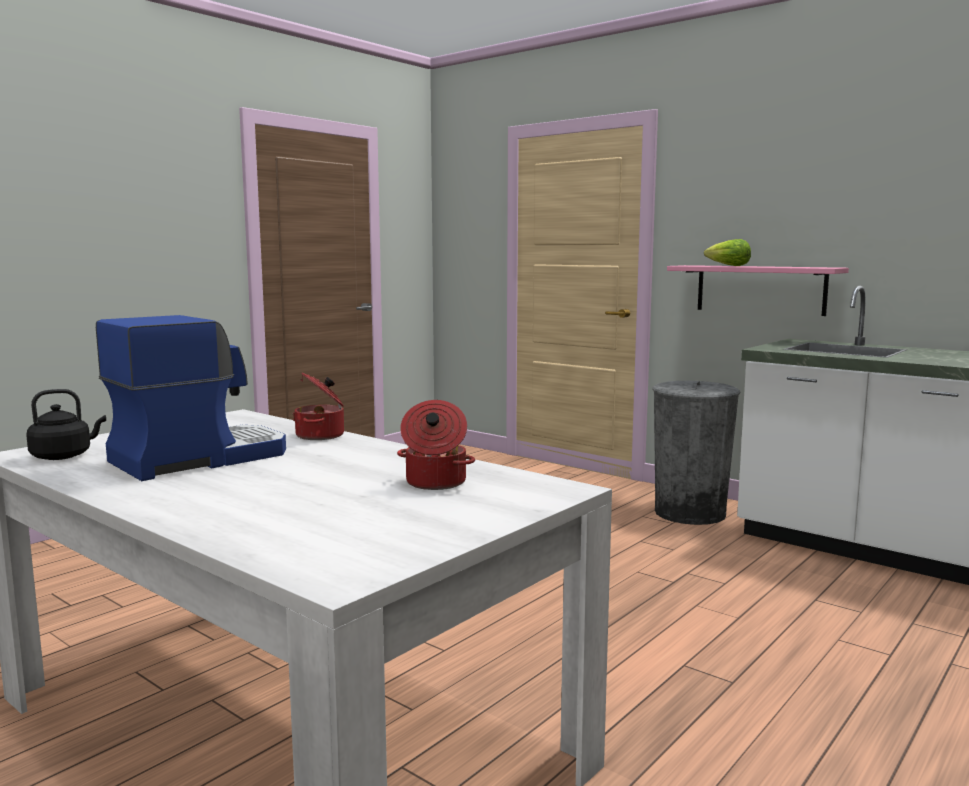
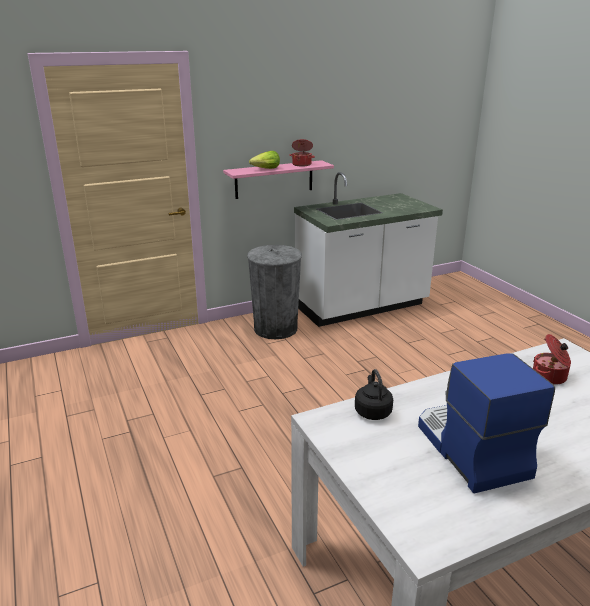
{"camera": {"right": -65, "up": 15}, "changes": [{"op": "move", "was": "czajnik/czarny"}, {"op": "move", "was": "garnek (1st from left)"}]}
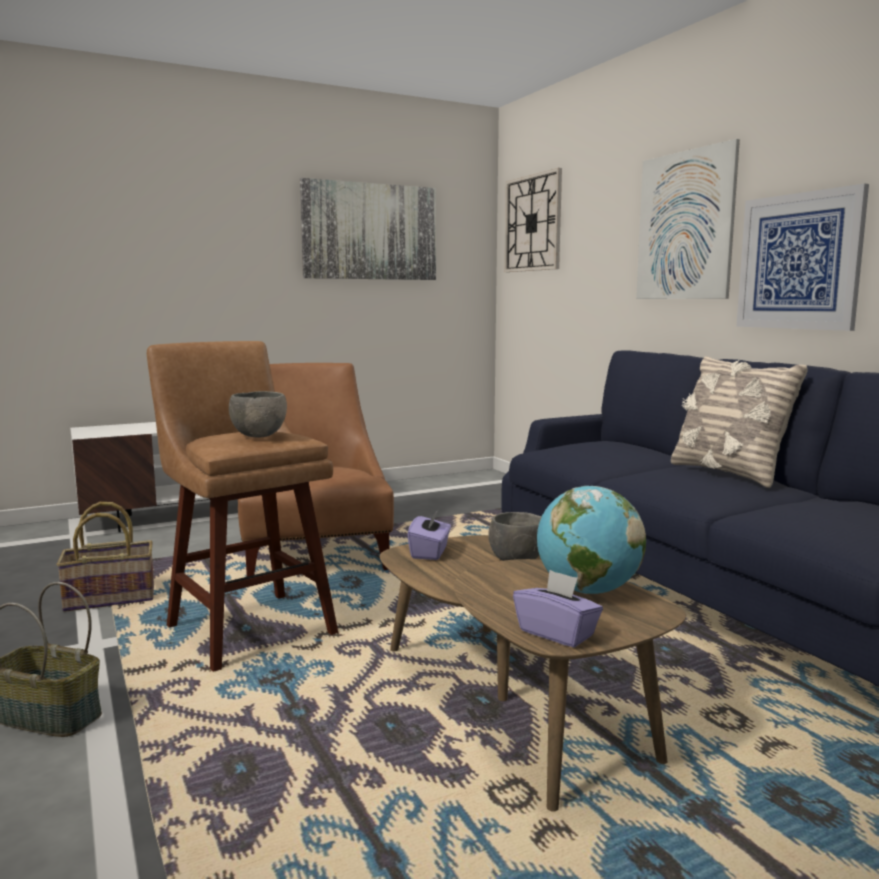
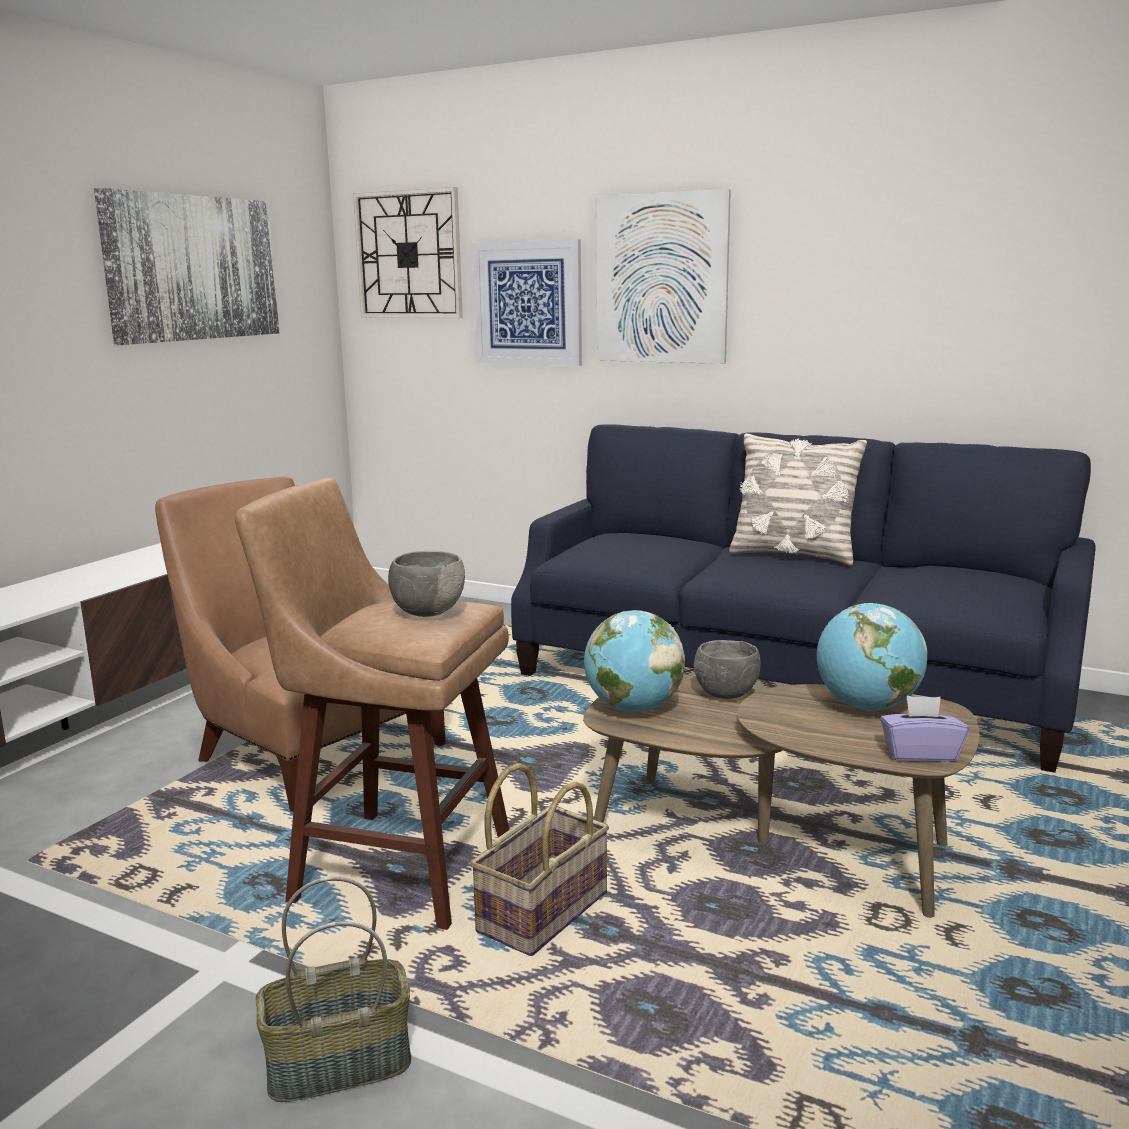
{"camera": {"right": -35, "up": 5}, "changes": [{"op": "move", "was": "koszyk (2nd from left)"}, {"op": "replace", "was": "pudełko chusteczek/fioletowy (1st from left)", "now": "globus (1st from left)"}, {"op": "move", "was": "obraz (3rd from left in the first image)", "now": "obraz (2nd from left)"}]}
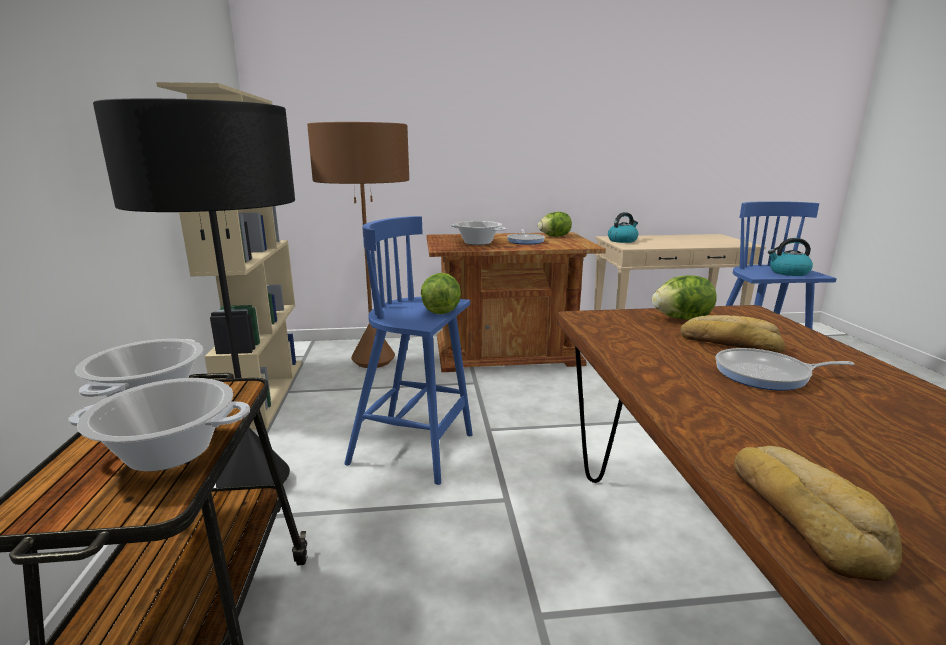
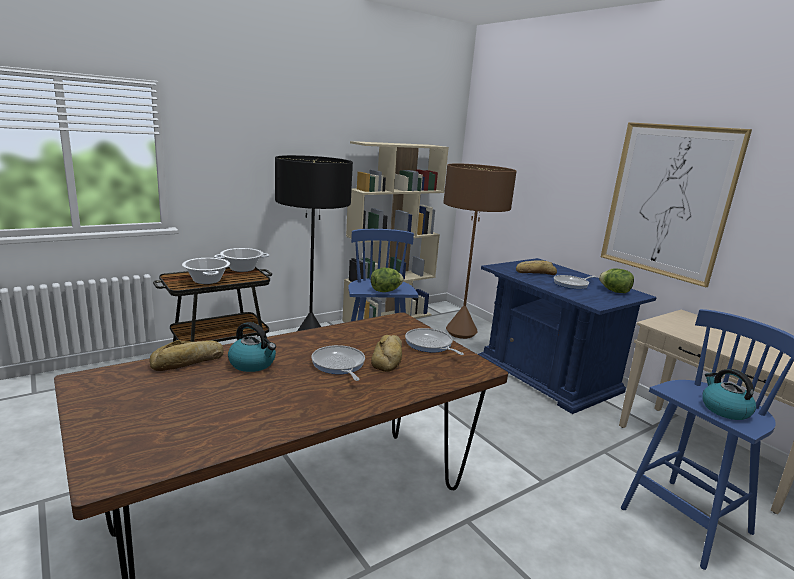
{"camera": {"right": 60, "up": 0}, "changes": [{"op": "recolor", "was": "szafka/brązowy", "now": "szafka/niebieski"}, {"op": "replace", "was": "garnek (3rd from left)", "now": "chleb (3rd from left)"}, {"op": "move", "was": "czajnik (1st from left)"}, {"op": "replace", "was": "sałata (3rd from left)", "now": "patelnia (2nd from left)"}, {"op": "insert", "now": "obraz"}]}
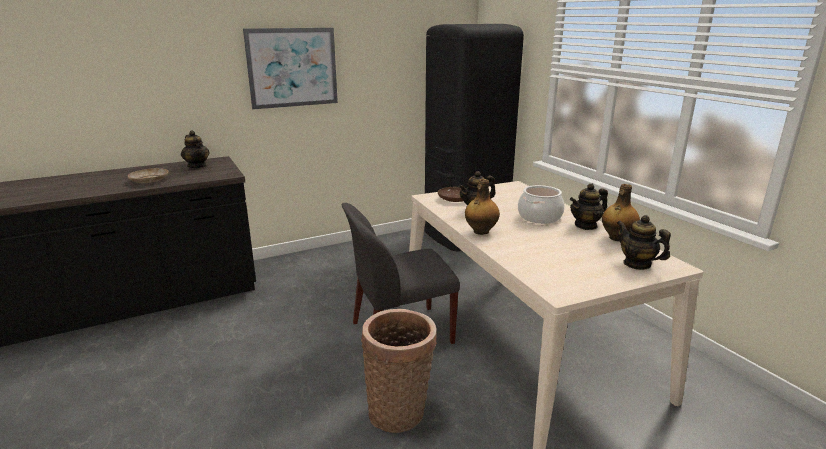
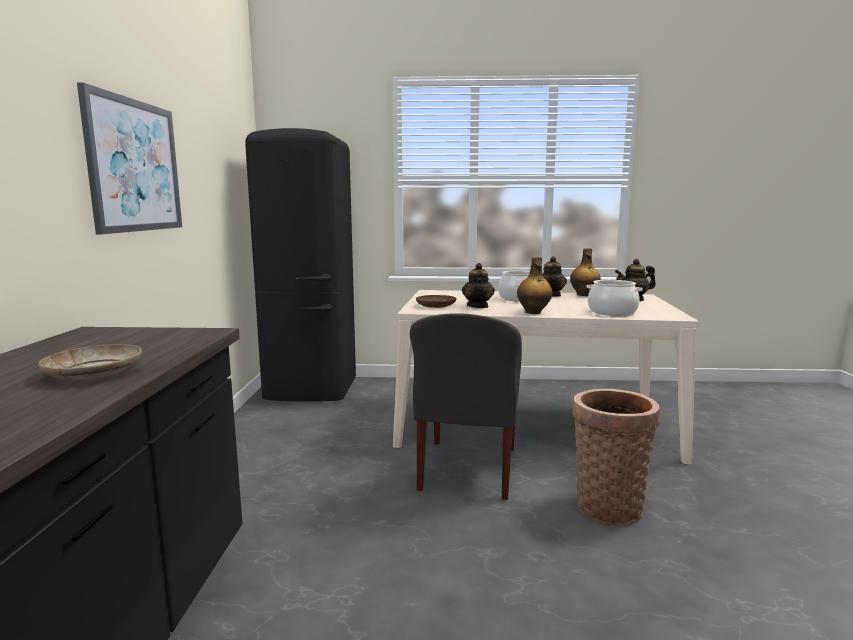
{"camera": {"right": -60, "up": -10}, "changes": [{"op": "delete", "was": "imbryk (1st from left)"}, {"op": "insert", "now": "garnek (2nd from left)"}]}
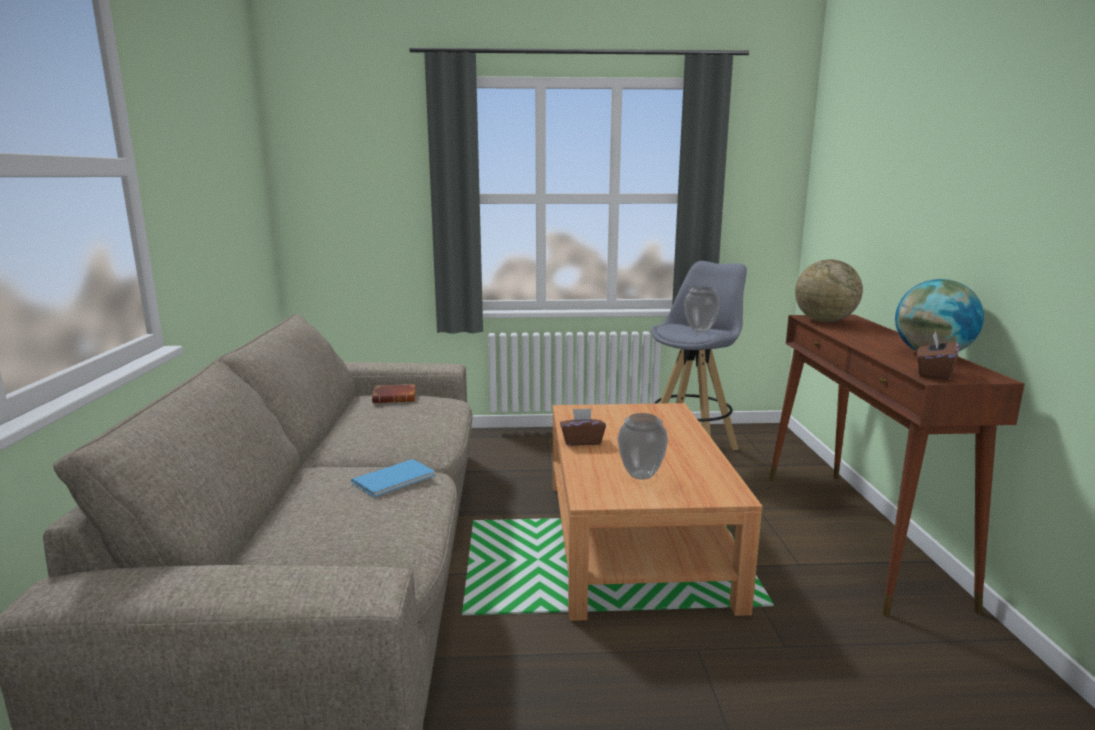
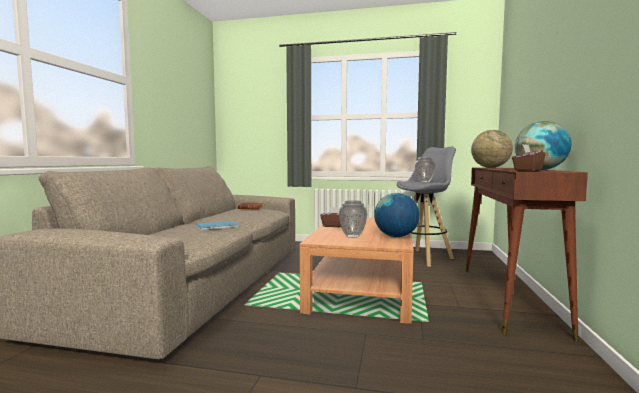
{"camera": {"right": 15, "up": -10}, "changes": [{"op": "insert", "now": "globus (1st from left)"}]}
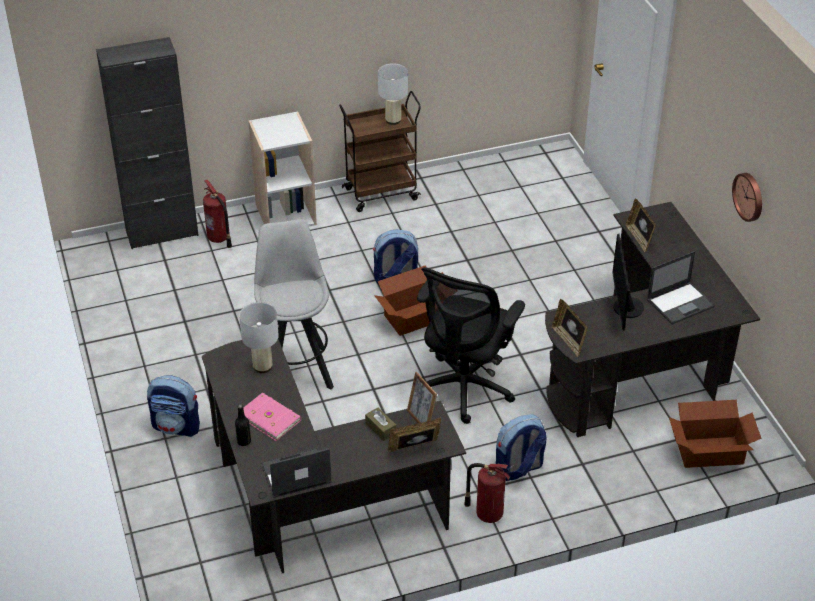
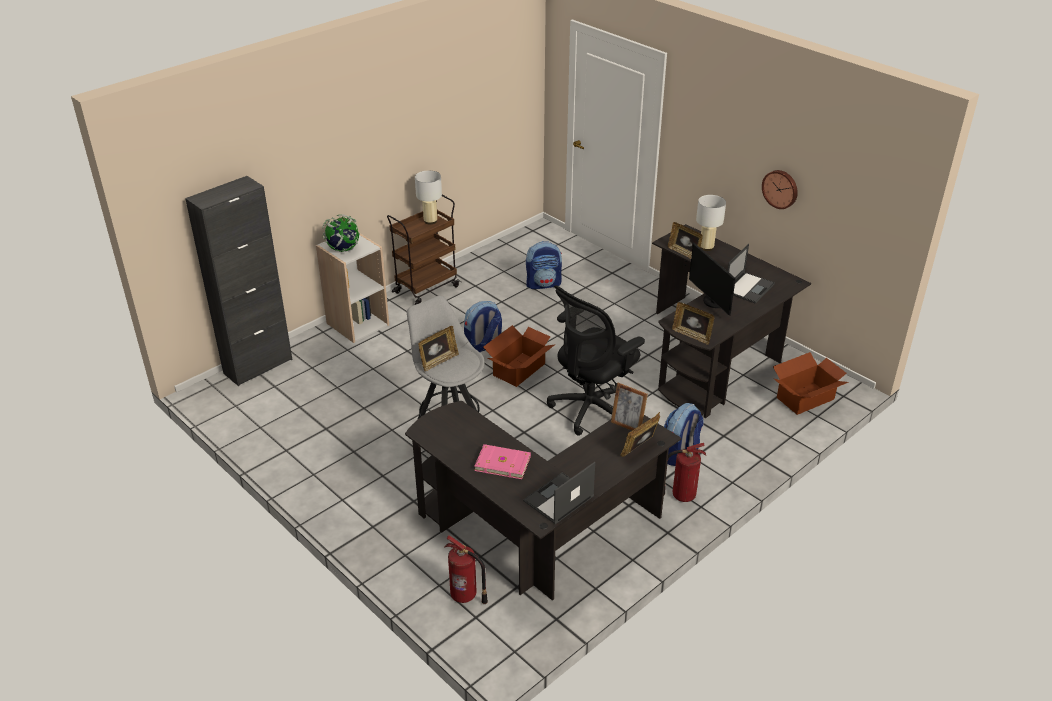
{"camera": {"right": -25, "up": -5}, "changes": [{"op": "move", "was": "plecak (1st from left in the first image)", "now": "plecak (2nd from left)"}, {"op": "move", "was": "gaśnica (1st from left)"}, {"op": "delete", "was": "butelka/czarny"}, {"op": "move", "was": "lampa stołowa/biały (1st from left in the first image)", "now": "lampa stołowa/biały (2nd from left)"}, {"op": "delete", "was": "pudełko chusteczek/brązowy"}, {"op": "rotate", "was": "krzesło biurowe/czarny", "clockwise": 45}, {"op": "insert", "now": "globus"}, {"op": "insert", "now": "ramka na zdjęcie (1st from left)"}]}
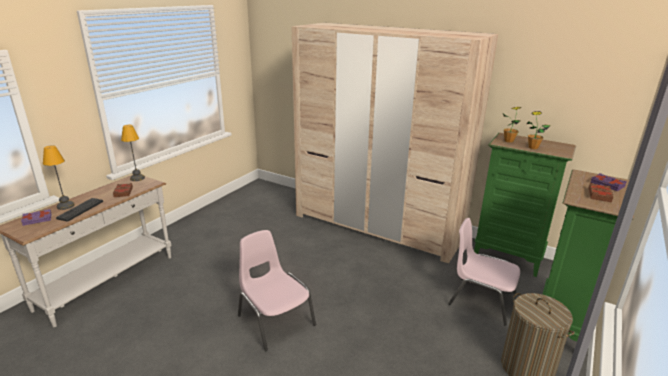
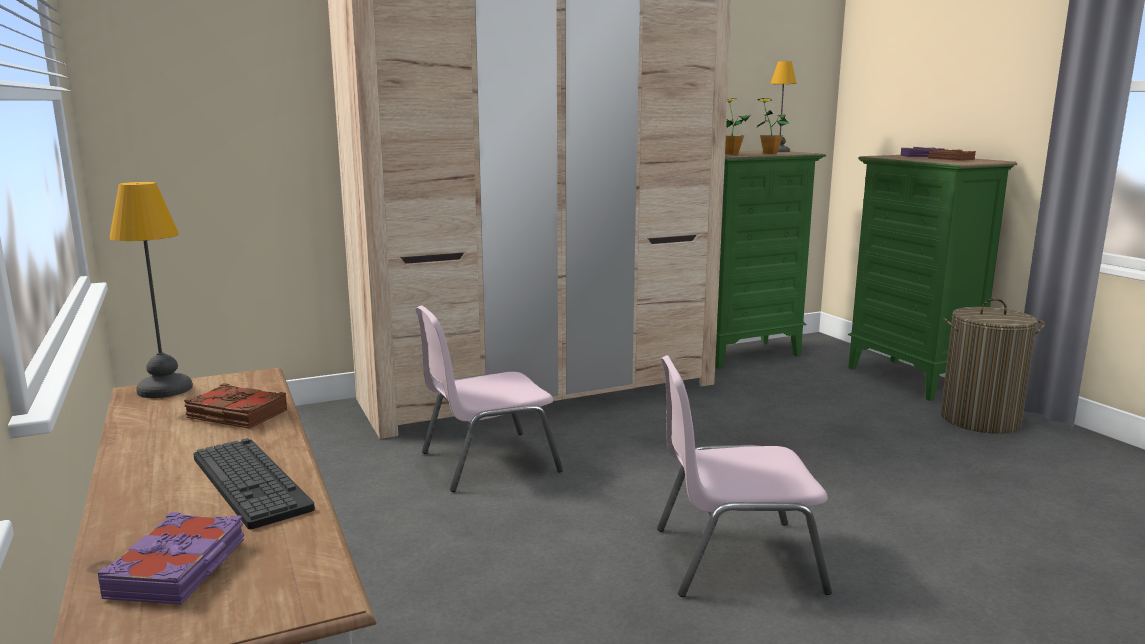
{"camera": {"right": -55, "up": -10}, "changes": [{"op": "move", "was": "lampa stołowa (1st from left in the first image)", "now": "lampa stołowa (2nd from left)"}, {"op": "move", "was": "krzesło/różowy (2nd from left in the first image)", "now": "krzesło/różowy (1st from left)"}]}
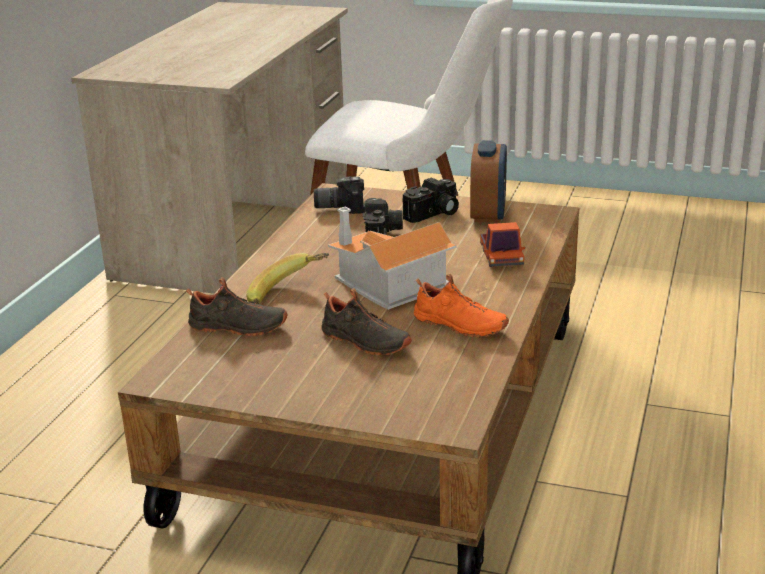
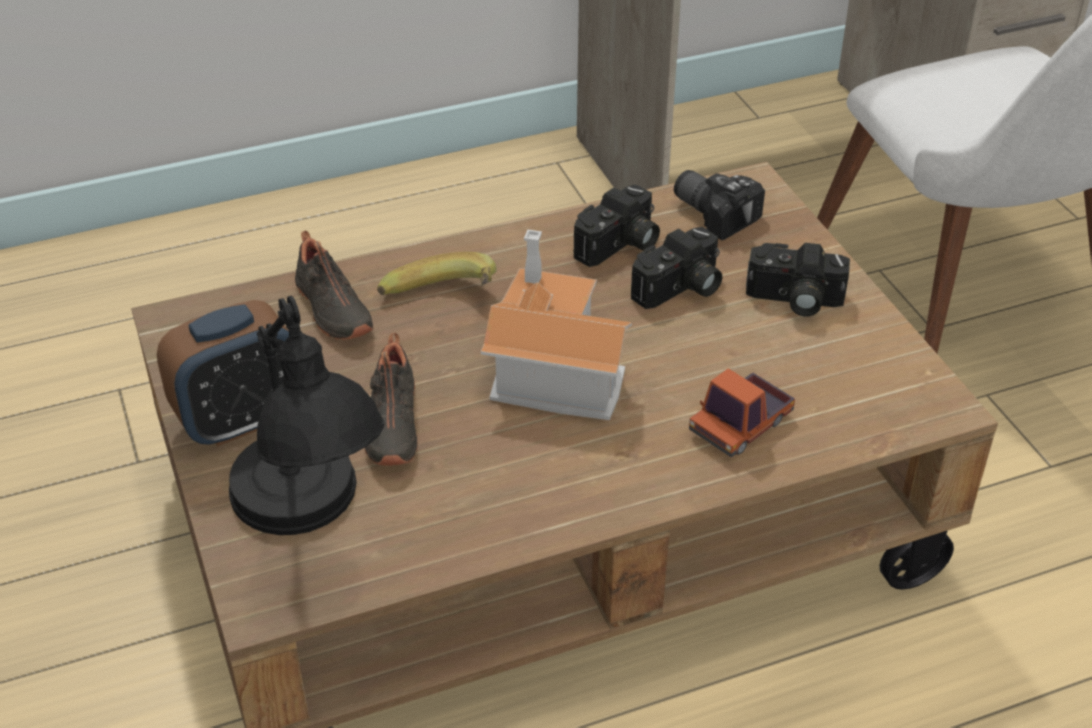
{"camera": {"right": 50, "up": 15}, "changes": [{"op": "delete", "was": "but/pomarańczowy"}, {"op": "move", "was": "budzik"}, {"op": "insert", "now": "lampa stołowa/czarny"}, {"op": "insert", "now": "aparat fotograficzny (1st from left)"}]}
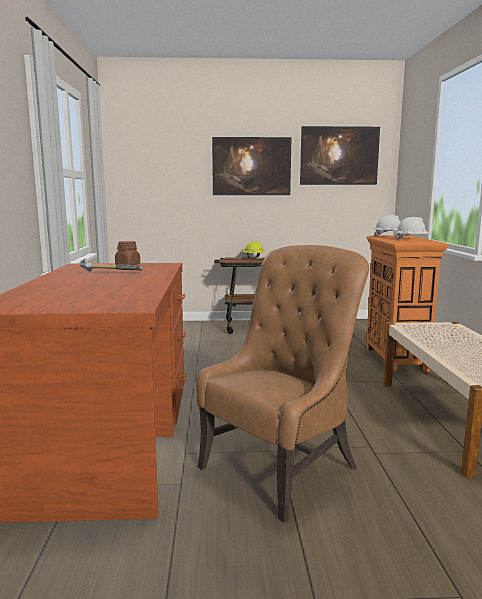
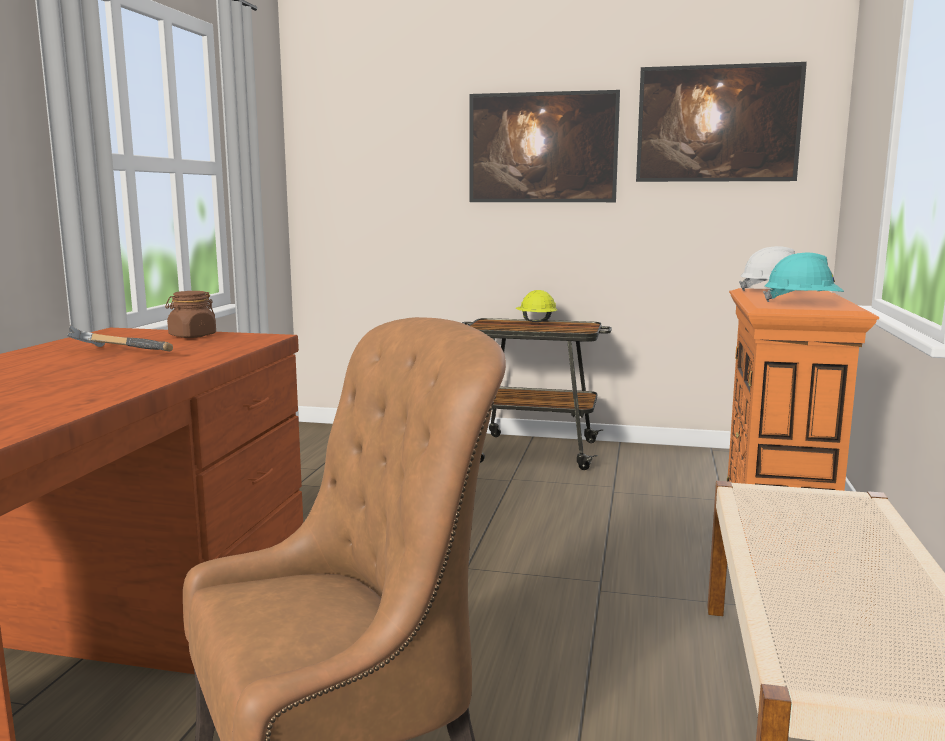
{"camera": {"right": 15, "up": 0}, "changes": [{"op": "recolor", "was": "kask/biały (2nd from left)", "now": "kask/turkusowy"}]}
